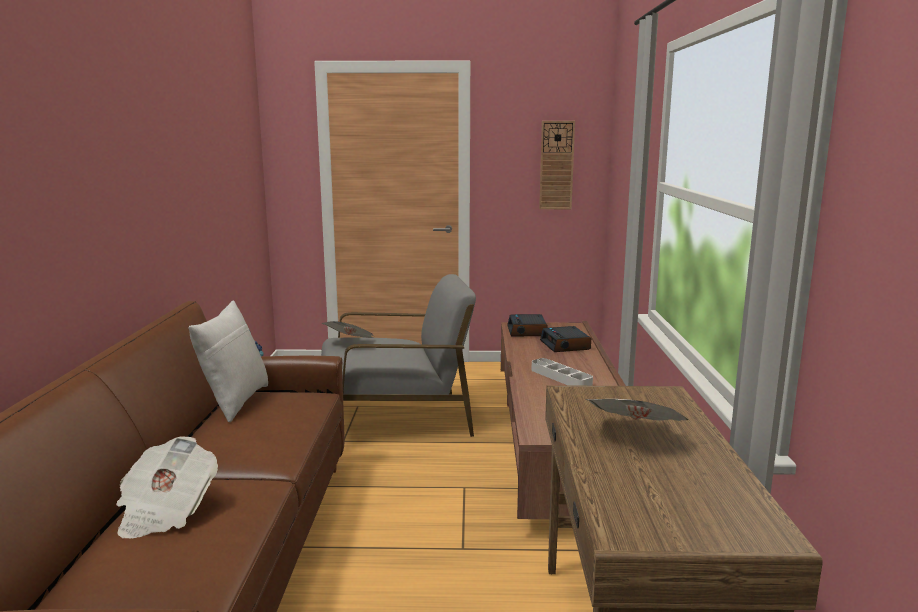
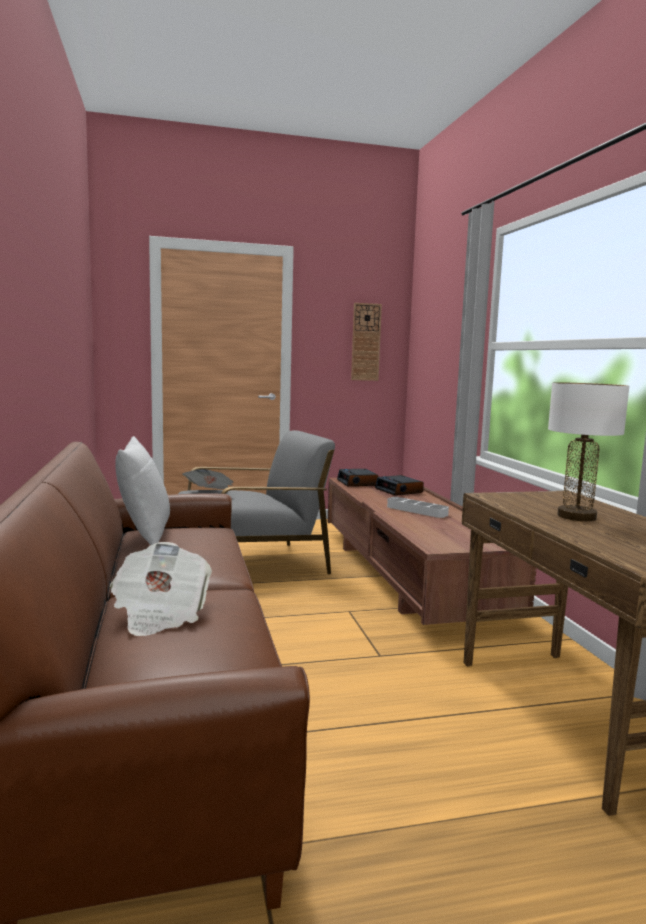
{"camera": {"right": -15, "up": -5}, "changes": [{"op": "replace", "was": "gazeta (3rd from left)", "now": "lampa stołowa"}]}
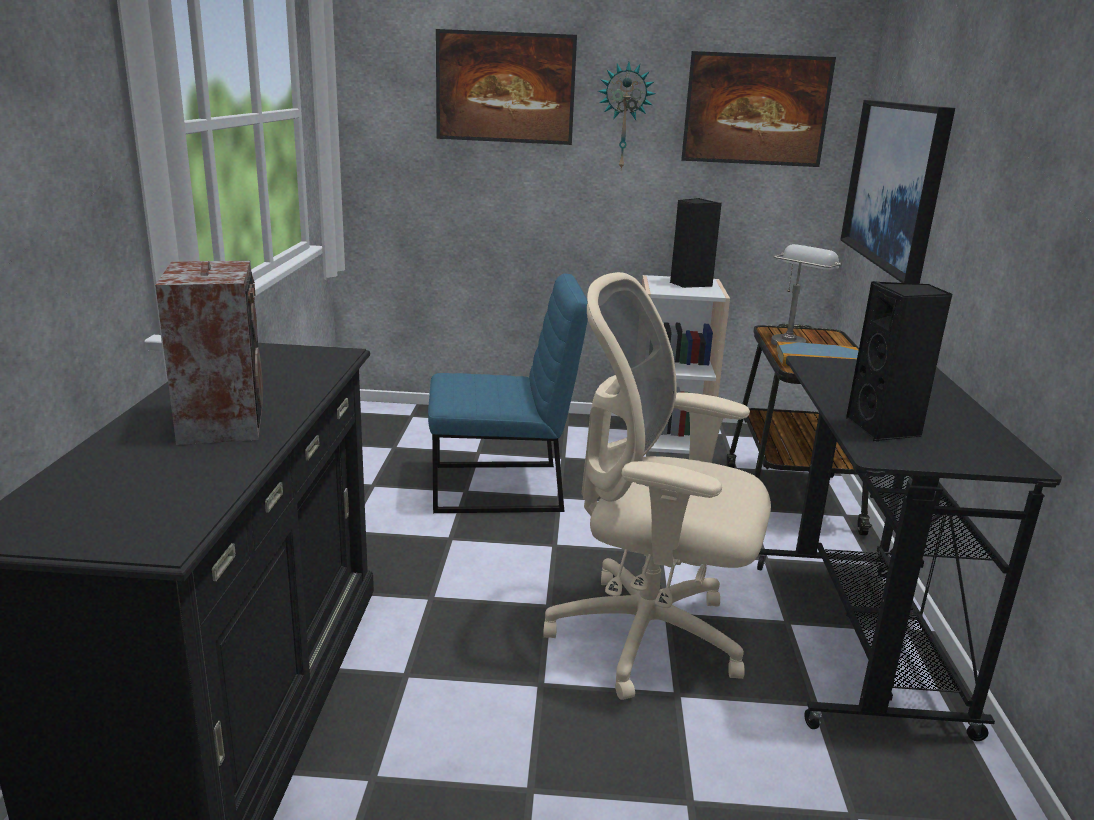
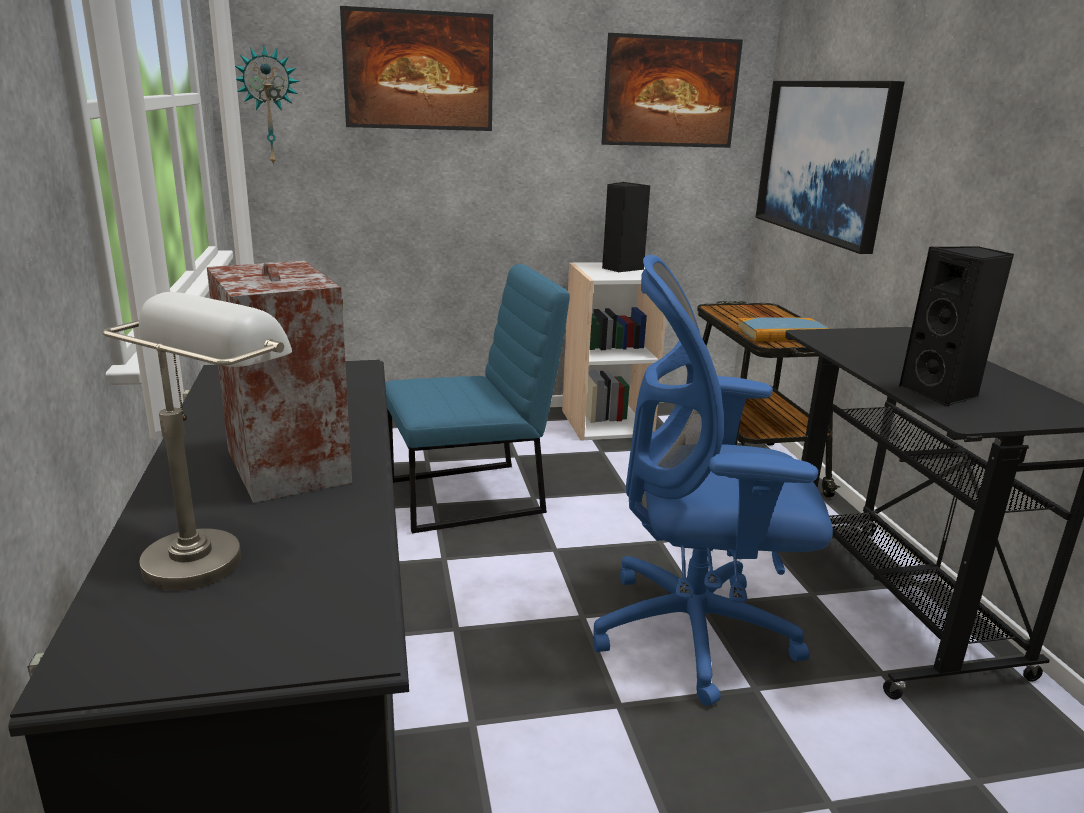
{"camera": {"right": -15, "up": 0}, "changes": [{"op": "recolor", "was": "krzesło biurowe/beżowy", "now": "krzesło biurowe/niebieski"}, {"op": "move", "was": "zegar ścienny"}, {"op": "move", "was": "lampa stołowa/szary"}]}
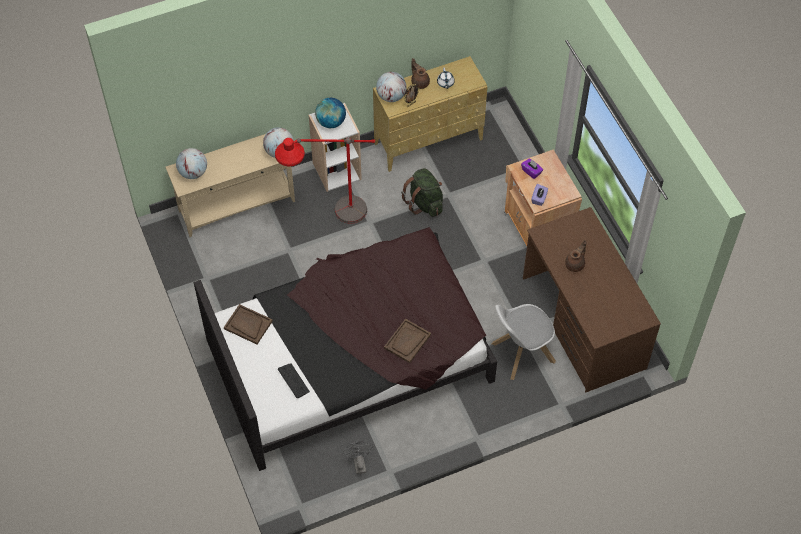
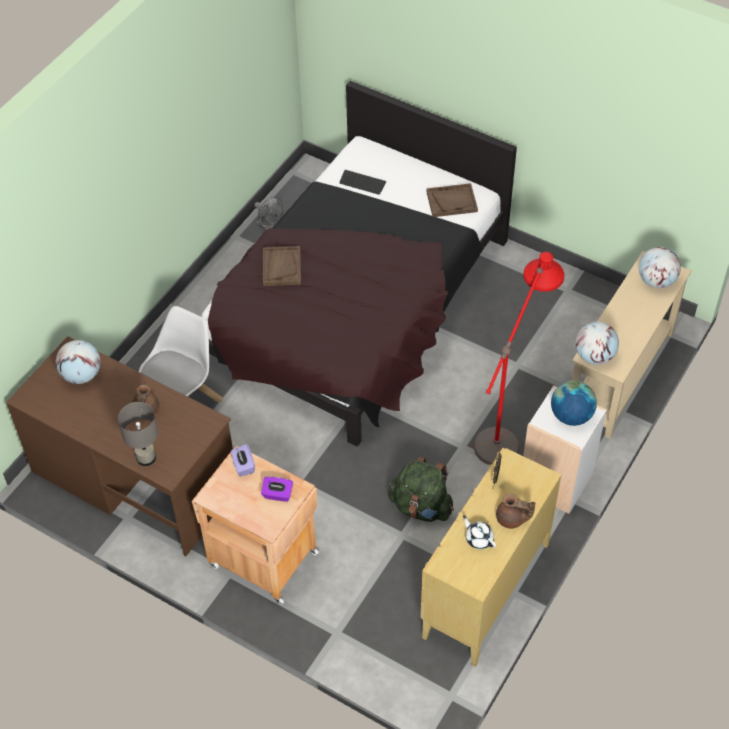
{"camera": {"right": 145, "up": -5}, "changes": [{"op": "move", "was": "globus (4th from left in the first image)", "now": "globus (1st from left)"}, {"op": "insert", "now": "lampa stołowa/szary"}]}
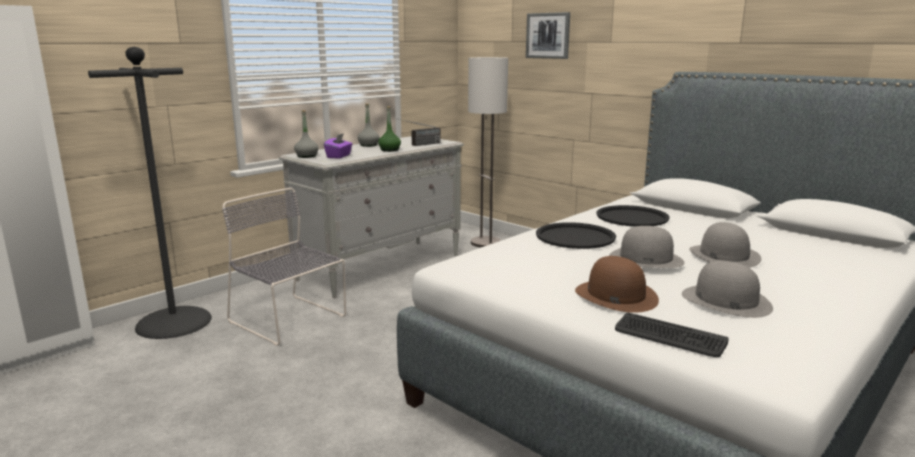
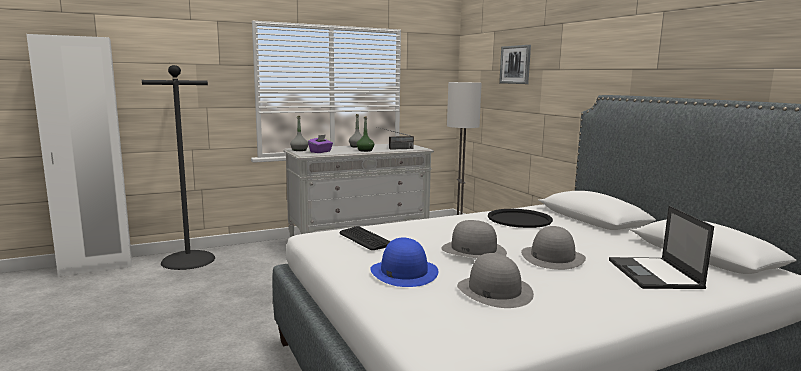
{"camera": {"right": 20, "up": -5}, "changes": [{"op": "delete", "was": "krzesło/szary"}, {"op": "delete", "was": "taca/czarny (1st from left)"}, {"op": "recolor", "was": "kapelusz/brązowy", "now": "kapelusz/niebieski"}, {"op": "move", "was": "klawiatura"}, {"op": "insert", "now": "laptop"}]}
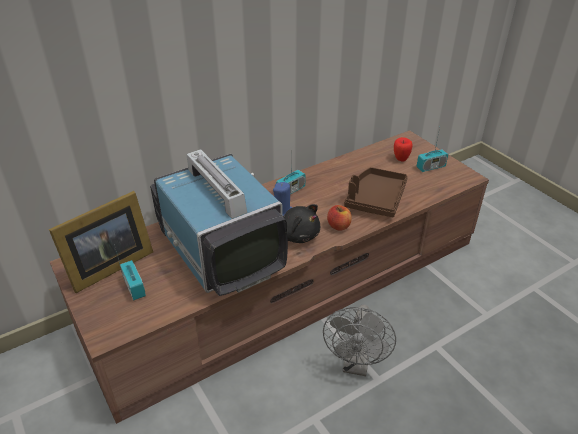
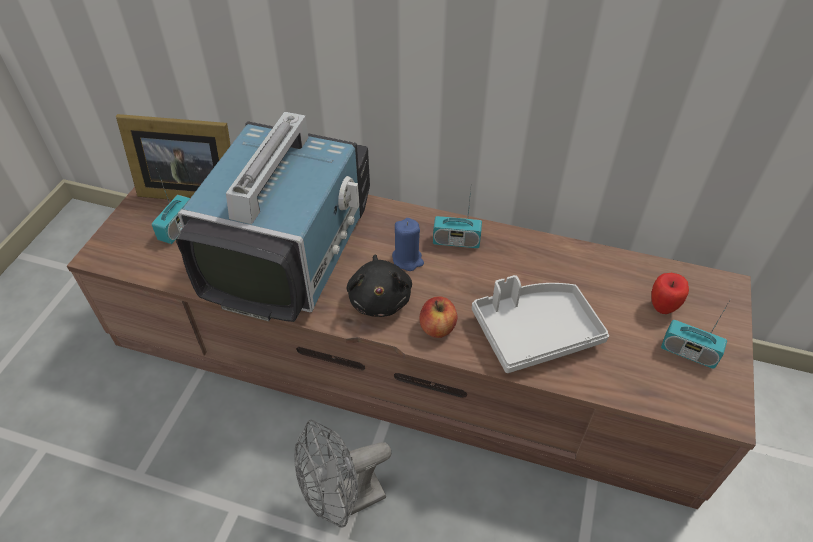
{"camera": {"right": 50, "up": 10}, "changes": [{"op": "recolor", "was": "taca/brązowy", "now": "taca/szary"}]}
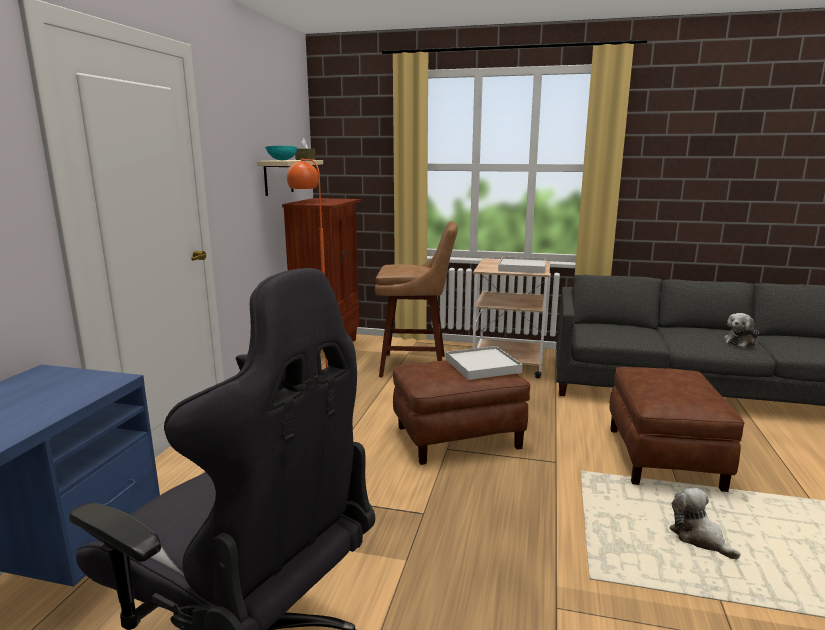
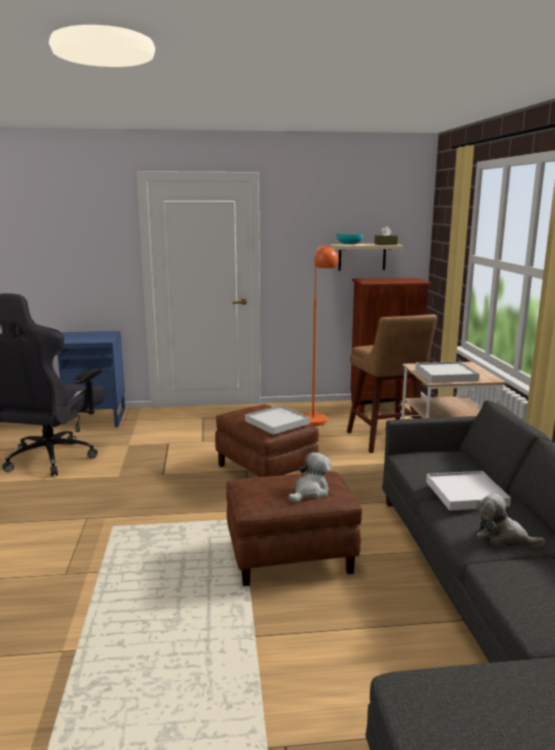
{"camera": {"right": 70, "up": 0}, "changes": [{"op": "move", "was": "pluszak (1st from left)"}, {"op": "insert", "now": "taca/biały (3rd from left)"}]}
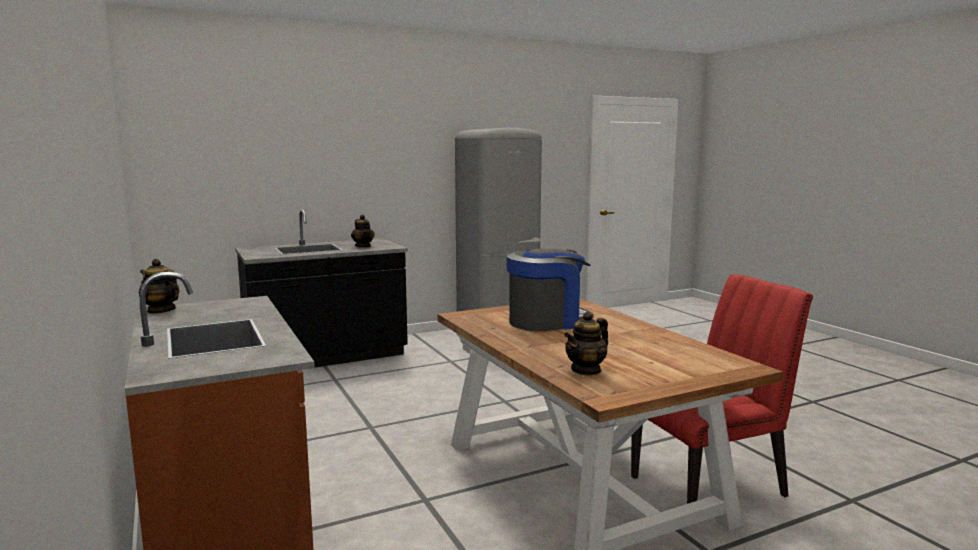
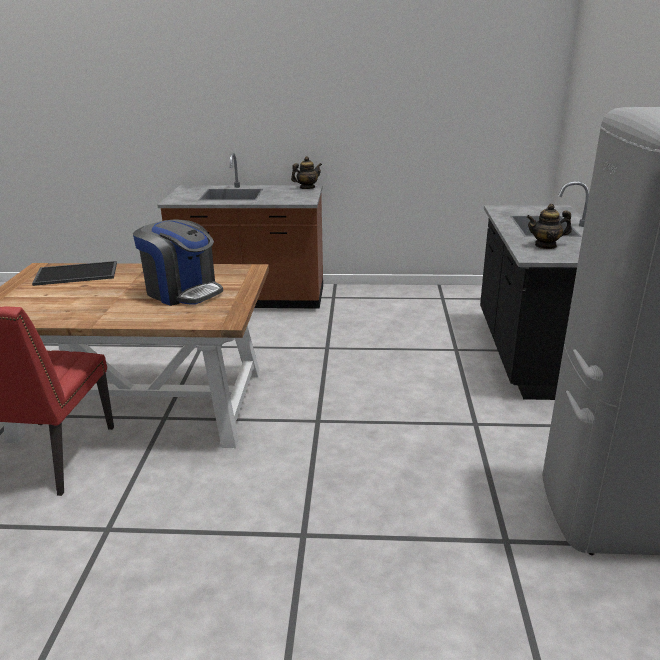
{"camera": {"right": 120, "up": 15}, "changes": [{"op": "rotate", "was": "ekspres do kawy", "clockwise": -60}, {"op": "replace", "was": "imbryk (3rd from left)", "now": "taca"}]}
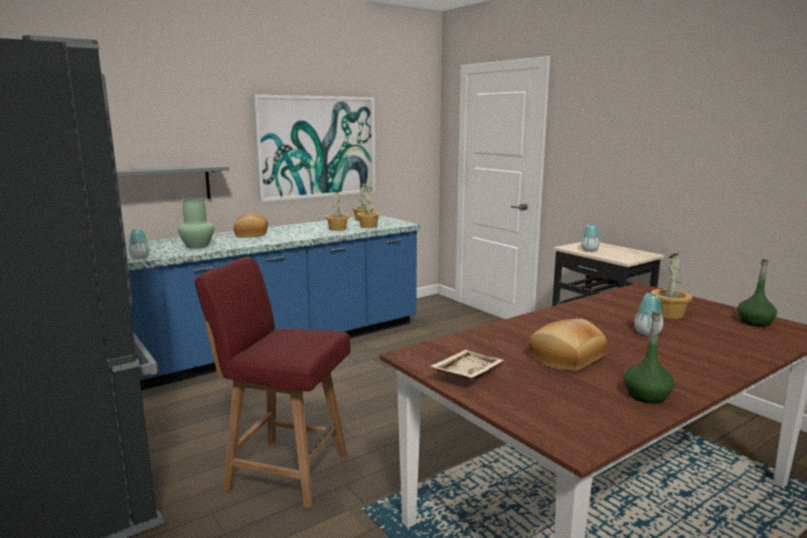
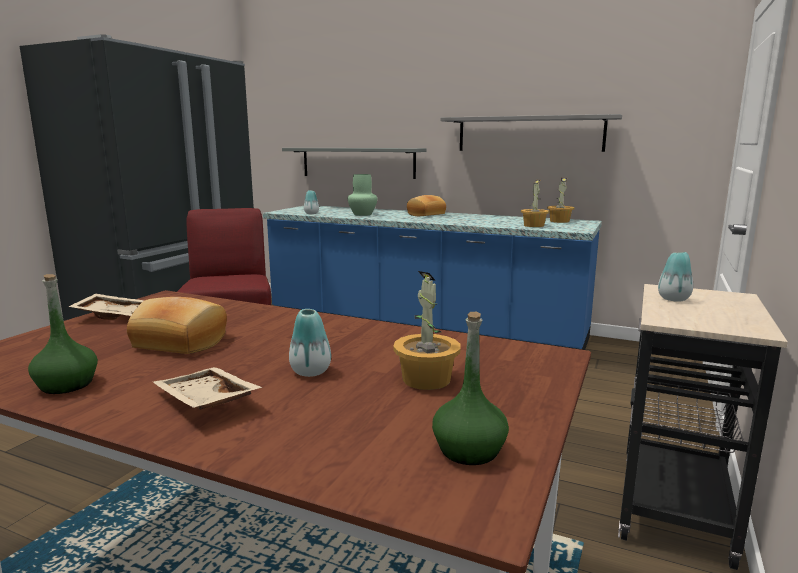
{"camera": {"right": 60, "up": 0}, "changes": [{"op": "replace", "was": "obraz", "now": "półka/szary (2nd from left)"}, {"op": "delete", "was": "roślina doniczkowa (1st from left)"}, {"op": "insert", "now": "taca/beżowy (2nd from left)"}]}
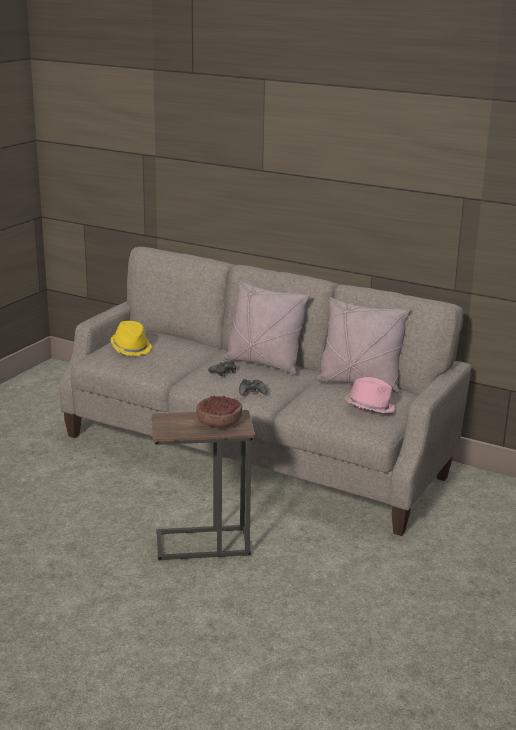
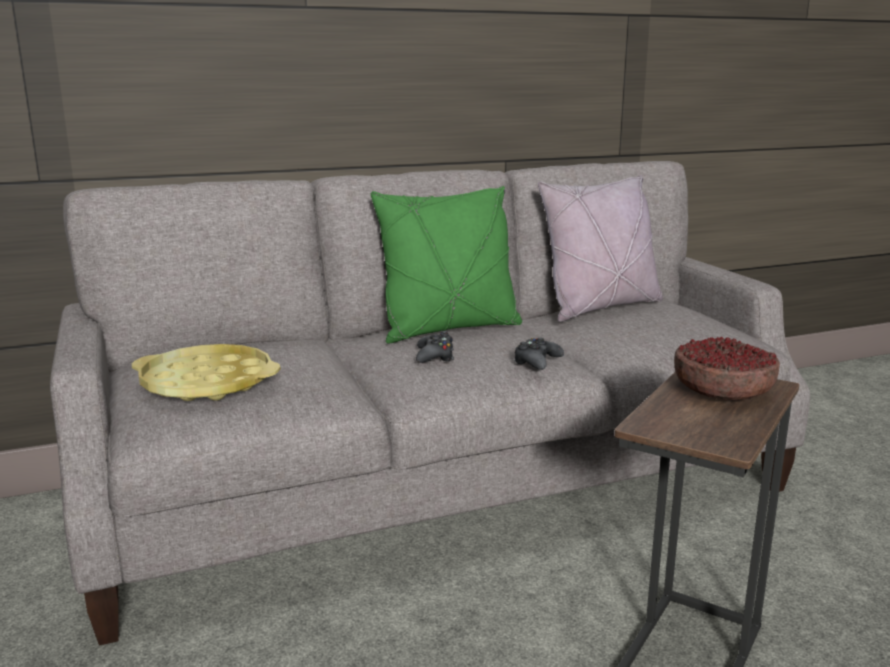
{"camera": {"right": -50, "up": -5}, "changes": [{"op": "replace", "was": "kapelusz/żółty", "now": "taca/żółty"}, {"op": "recolor", "was": "poduszka/fioletowy (1st from left)", "now": "poduszka/zielony"}, {"op": "delete", "was": "kapelusz/różowy"}]}
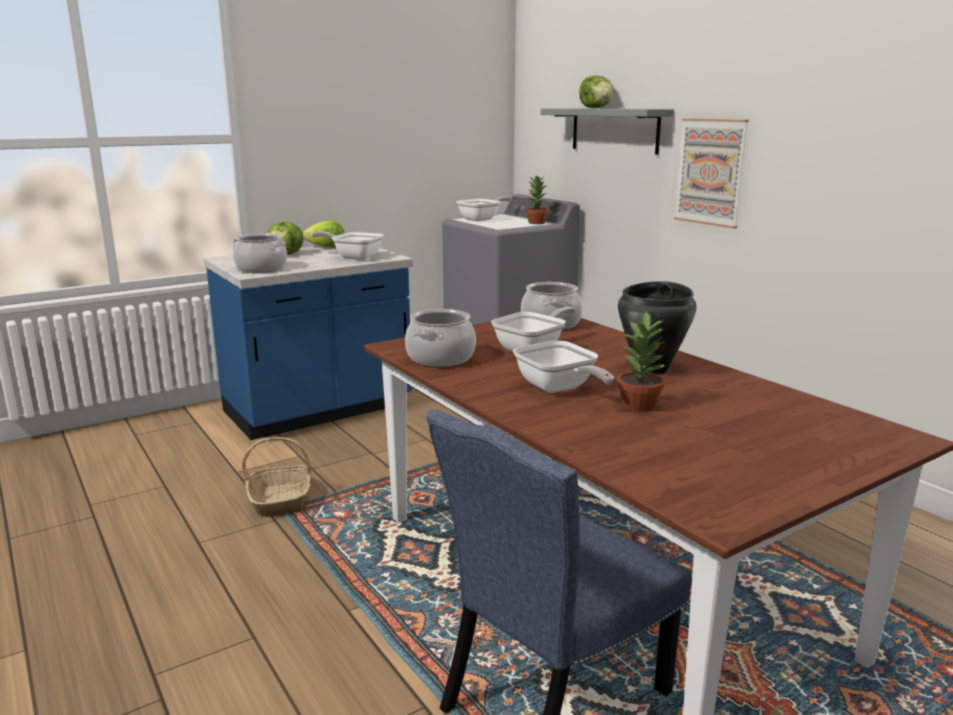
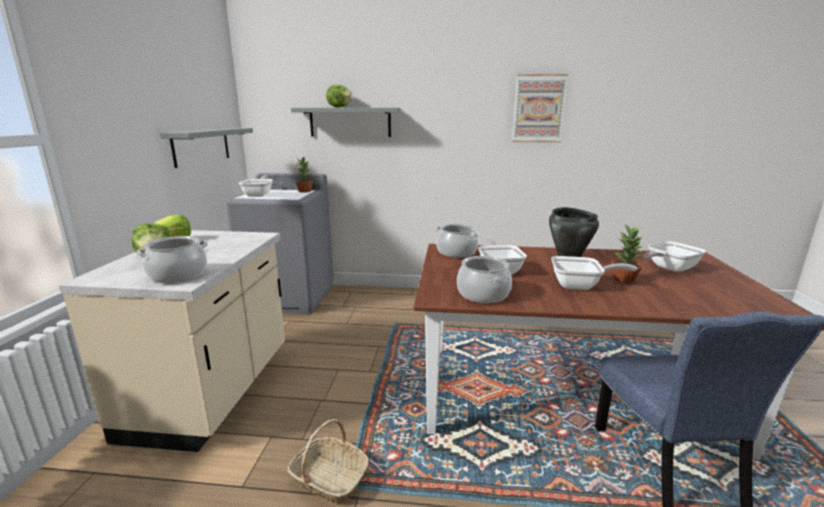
{"camera": {"right": -50, "up": 0}, "changes": [{"op": "recolor", "was": "zabudowa kuchenna/niebieski", "now": "zabudowa kuchenna/beżowy"}, {"op": "move", "was": "patelnia (1st from left in the first image)", "now": "patelnia (4th from left)"}, {"op": "move", "was": "obraz"}, {"op": "insert", "now": "półka/szary (1st from left)"}]}
